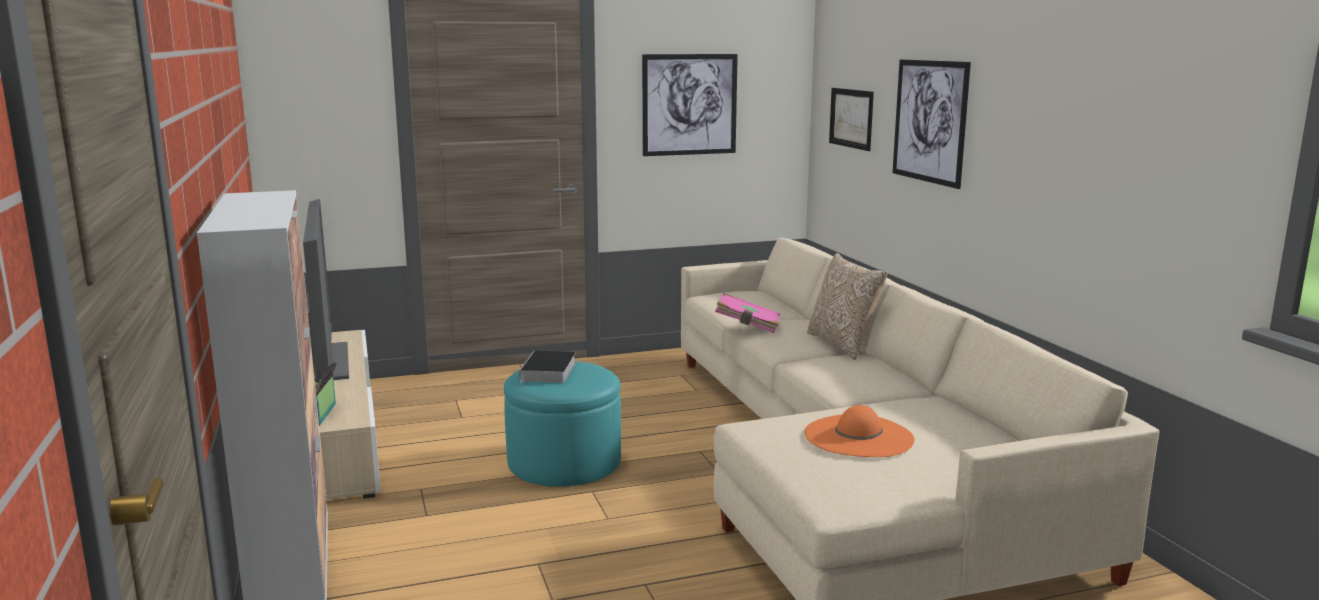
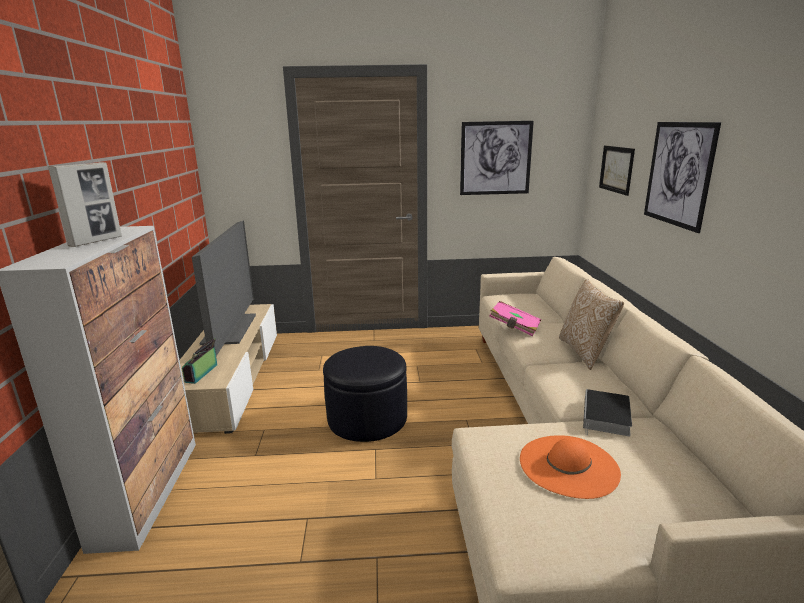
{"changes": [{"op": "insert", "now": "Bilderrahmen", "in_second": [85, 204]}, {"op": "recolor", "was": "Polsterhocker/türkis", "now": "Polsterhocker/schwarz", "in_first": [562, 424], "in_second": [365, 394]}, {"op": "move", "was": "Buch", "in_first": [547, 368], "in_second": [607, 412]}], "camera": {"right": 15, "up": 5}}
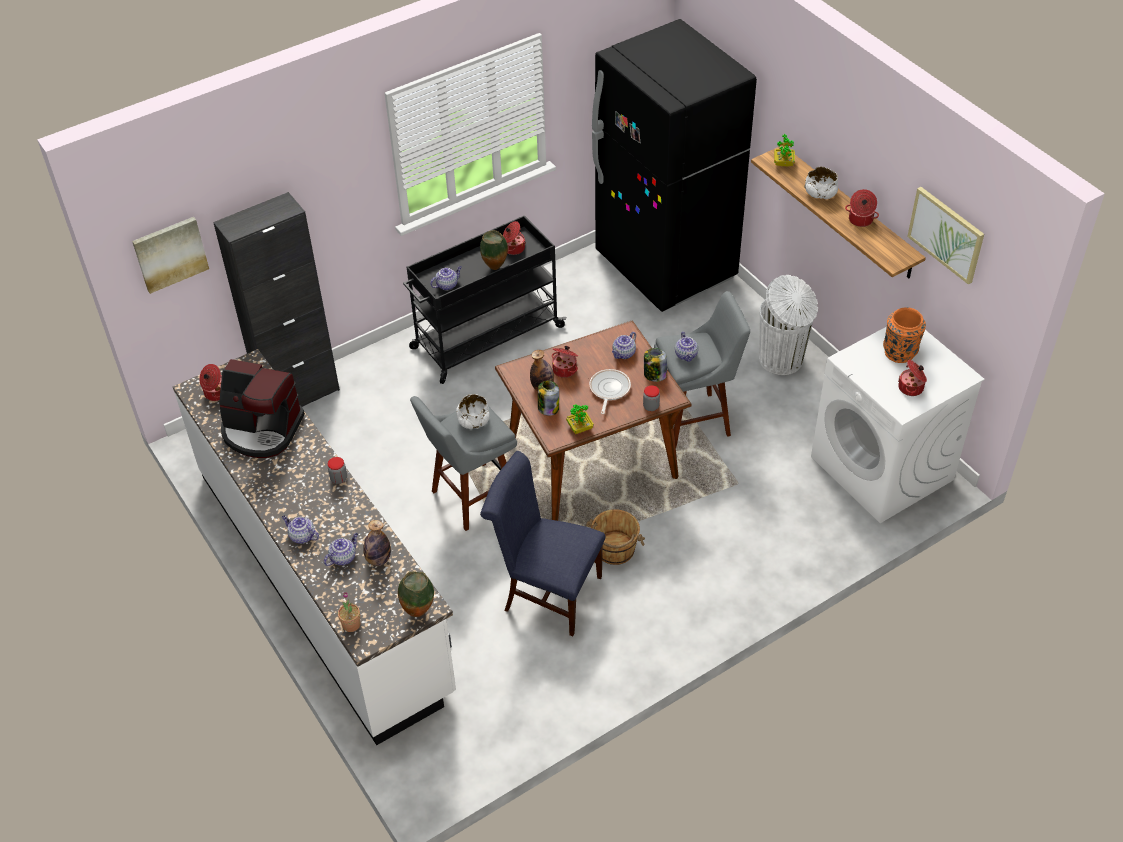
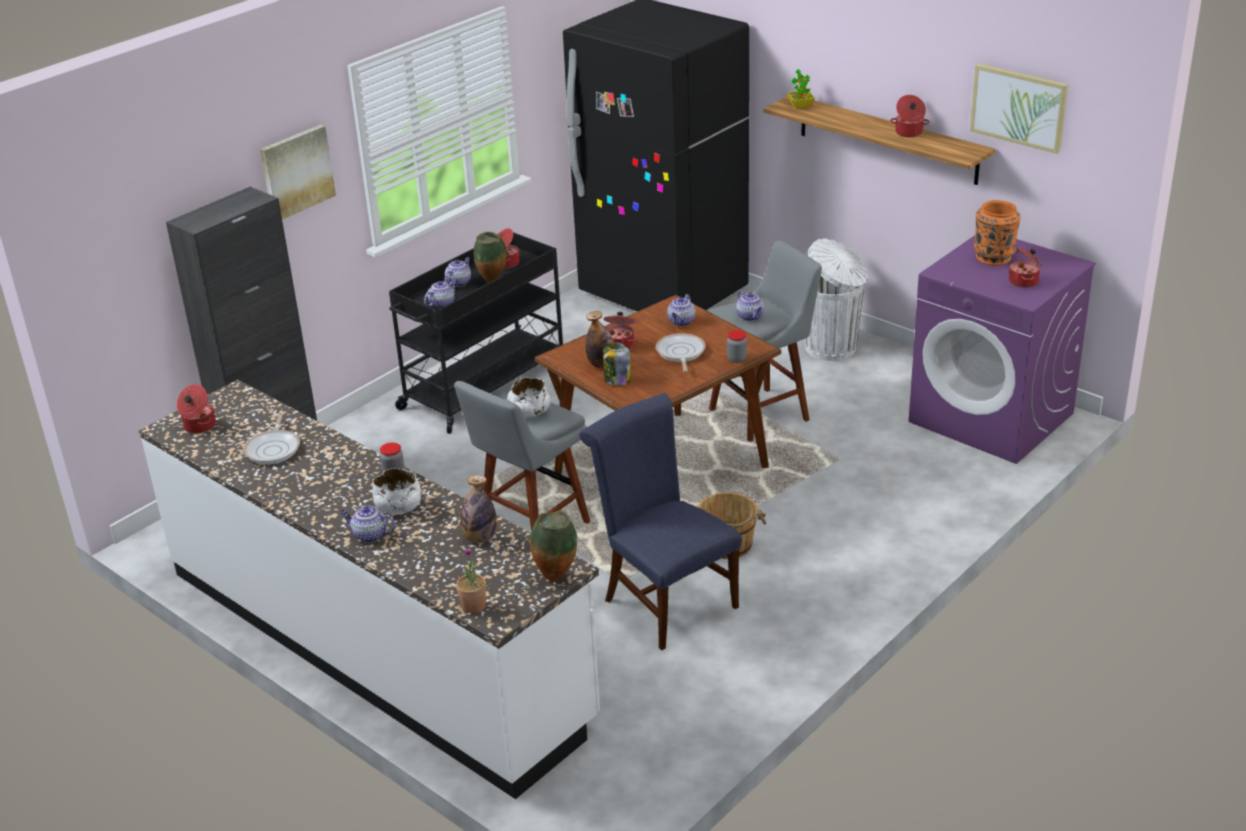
{"changes": [{"op": "replace", "was": "Kaffeemaschine", "now": "Pfanne", "in_first": [262, 408], "in_second": [271, 438]}, {"op": "move", "was": "Bild", "in_first": [170, 255], "in_second": [298, 172]}, {"op": "move", "was": "Schüssel/weiß", "in_first": [821, 183], "in_second": [396, 491]}, {"op": "move", "was": "Teekanne", "in_first": [341, 549], "in_second": [458, 272]}, {"op": "rotate", "was": "Stuhl/blau", "in_first": [542, 543], "in_second": [660, 521], "clockwise": 45}, {"op": "recolor", "was": "Waschmaschine/weiß", "now": "Waschmaschine/lila", "in_first": [898, 425], "in_second": [1002, 349]}, {"op": "delete", "was": "Topfpflanze", "in_first": [580, 419]}, {"op": "delete", "was": "Vorratsglas", "in_first": [655, 365]}], "camera": {"right": -15, "up": -15}}
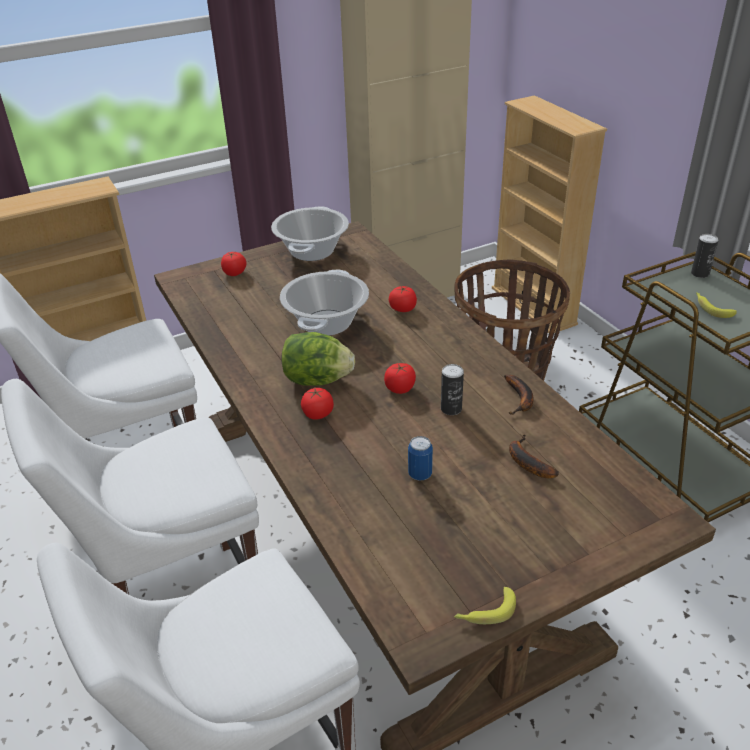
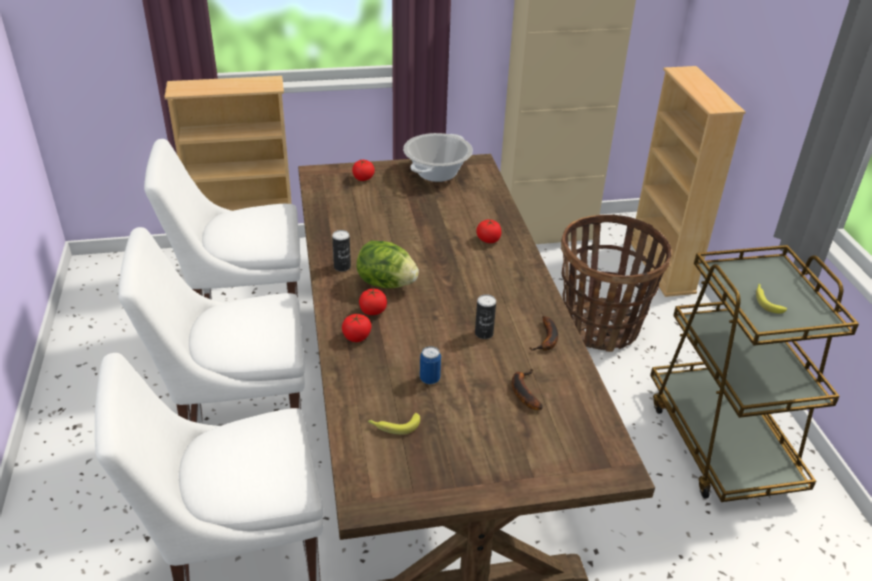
{"changes": [{"op": "move", "was": "Dose", "in_first": [704, 256], "in_second": [341, 250]}, {"op": "move", "was": "Tomate", "in_first": [400, 378], "in_second": [356, 328]}, {"op": "move", "was": "Banane", "in_first": [485, 605], "in_second": [394, 424]}, {"op": "delete", "was": "Kochtopf", "in_first": [324, 303]}], "camera": {"right": 15, "up": 0}}
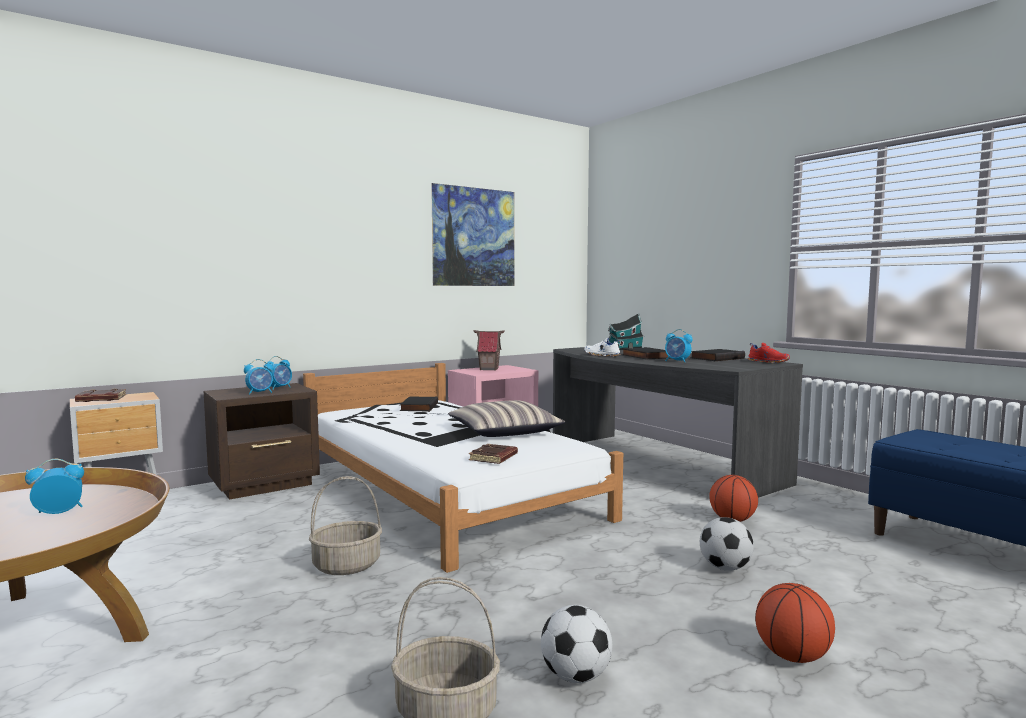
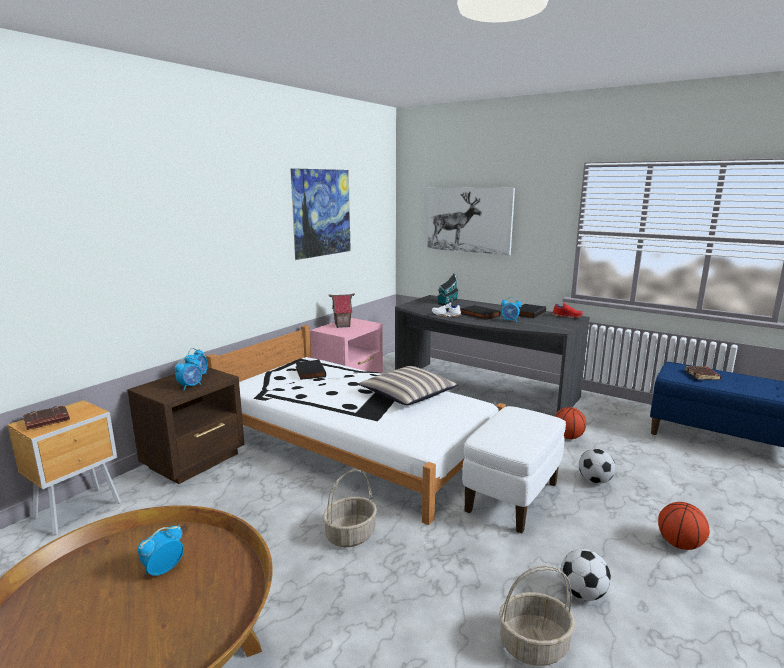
{"changes": [{"op": "insert", "now": "Bild", "in_second": [471, 221]}, {"op": "insert", "now": "Polsterhocker/weiß", "in_second": [514, 469]}, {"op": "move", "was": "Buch/braun", "in_first": [493, 454], "in_second": [703, 373]}], "camera": {"right": -20, "up": 10}}
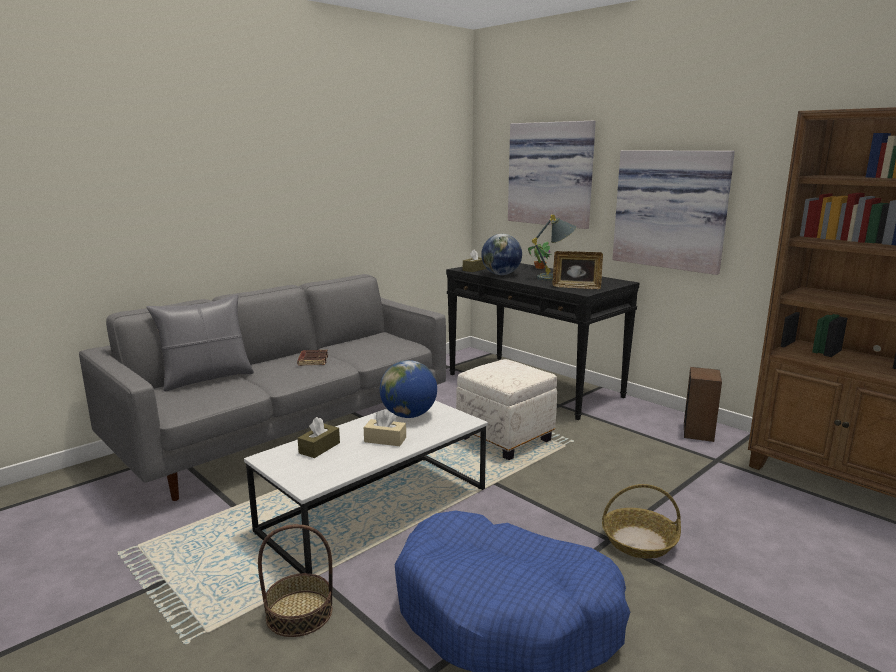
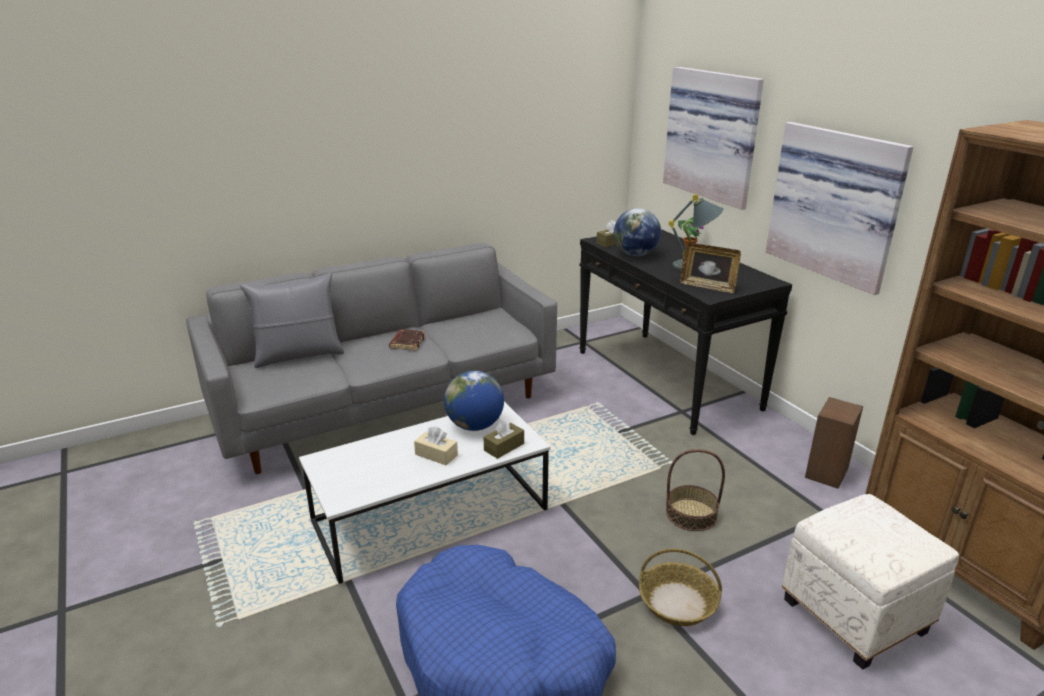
{"changes": [{"op": "move", "was": "Taschentuchbox/braun", "in_first": [319, 437], "in_second": [504, 439]}, {"op": "move", "was": "Korb", "in_first": [295, 580], "in_second": [695, 490]}, {"op": "move", "was": "Polsterhocker/weiß", "in_first": [506, 409], "in_second": [870, 582]}], "camera": {"right": 15, "up": 10}}
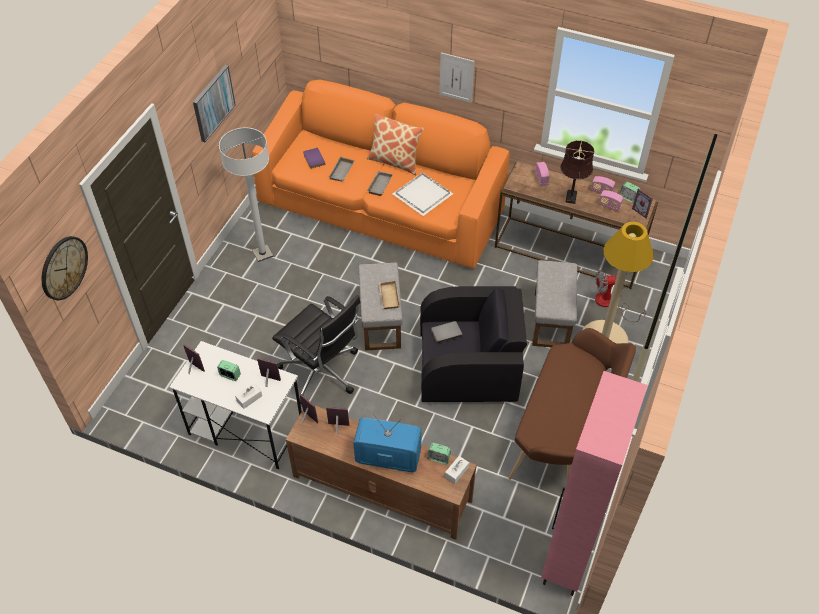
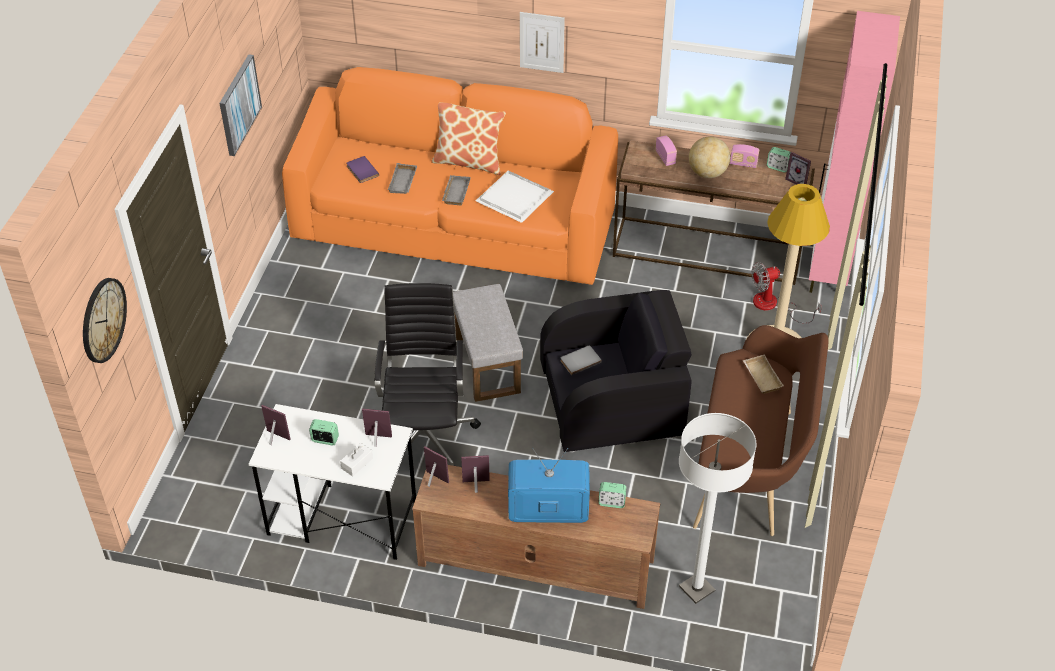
{"changes": [{"op": "rotate", "was": "Bürostuhl/schwarz", "in_first": [316, 349], "in_second": [427, 374], "clockwise": -120}, {"op": "move", "was": "Stehlampe/weiß", "in_first": [246, 194], "in_second": [717, 508]}, {"op": "replace", "was": "Tischlampe/braun", "now": "Globus", "in_first": [577, 172], "in_second": [709, 157]}, {"op": "move", "was": "Tablett/beige", "in_first": [389, 294], "in_second": [763, 374]}, {"op": "move", "was": "Schrank/rosa", "in_first": [594, 483], "in_second": [854, 152]}, {"op": "delete", "was": "Taschentuchbox/weiß", "in_first": [457, 470]}, {"op": "delete", "was": "Polsterhocker/grau", "in_first": [554, 304]}, {"op": "delete", "was": "Radio", "in_first": [610, 200]}], "camera": {"right": -10, "up": -5}}
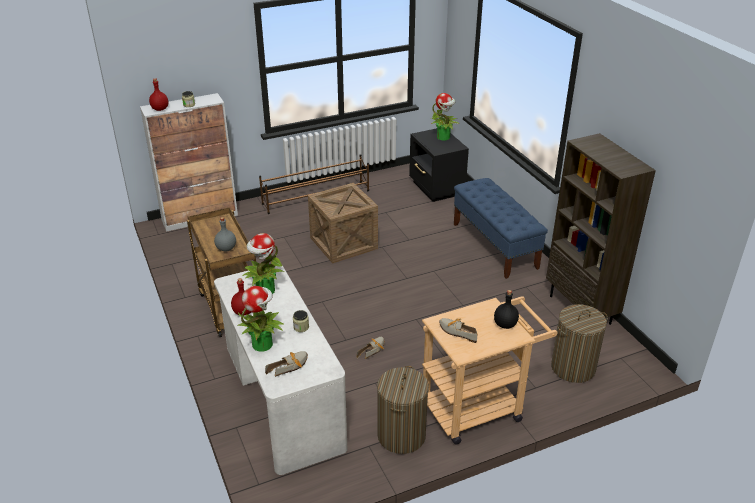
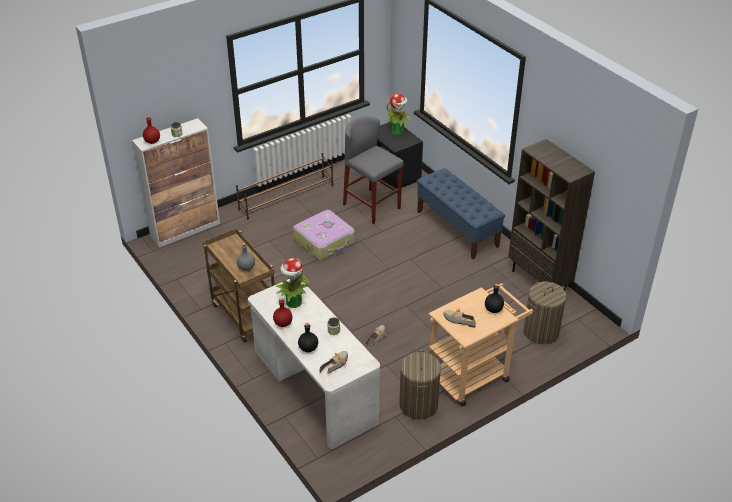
{"changes": [{"op": "replace", "was": "Kiste", "now": "Koffer", "in_first": [343, 223], "in_second": [324, 235]}, {"op": "replace", "was": "Topfpflanze", "now": "Flasche/schwarz", "in_first": [261, 319], "in_second": [308, 337]}, {"op": "insert", "now": "Hocker/grau", "in_second": [373, 170]}], "camera": {"right": -10, "up": 5}}
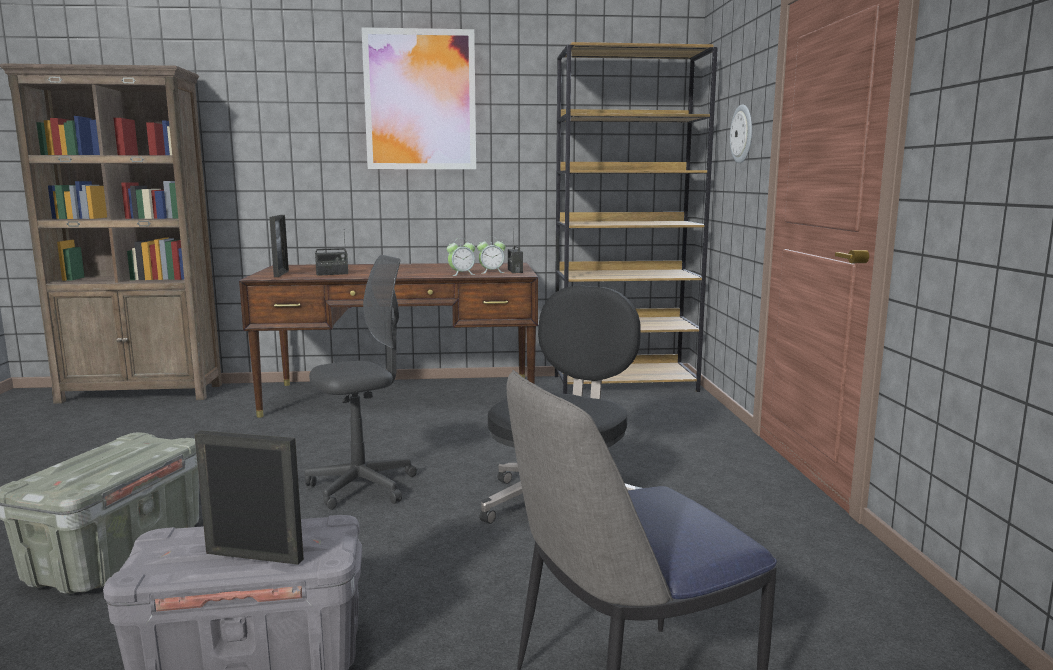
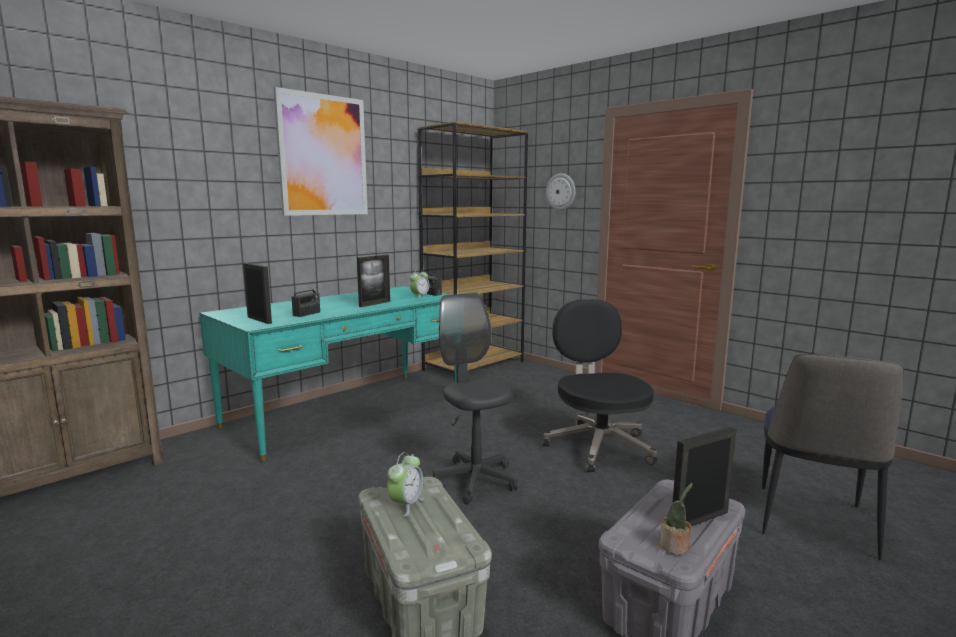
{"changes": [{"op": "recolor", "was": "Schreibtisch/braun", "now": "Schreibtisch/türkis", "in_first": [388, 340], "in_second": [328, 374]}, {"op": "insert", "now": "Bilderrahmen", "in_second": [373, 281]}, {"op": "move", "was": "Wecker", "in_first": [461, 257], "in_second": [405, 484]}, {"op": "rotate", "was": "Bürostuhl/grau", "in_first": [361, 382], "in_second": [474, 399], "clockwise": -45}, {"op": "insert", "now": "Topfpflanze", "in_second": [676, 519]}], "camera": {"right": -40, "up": 0}}
